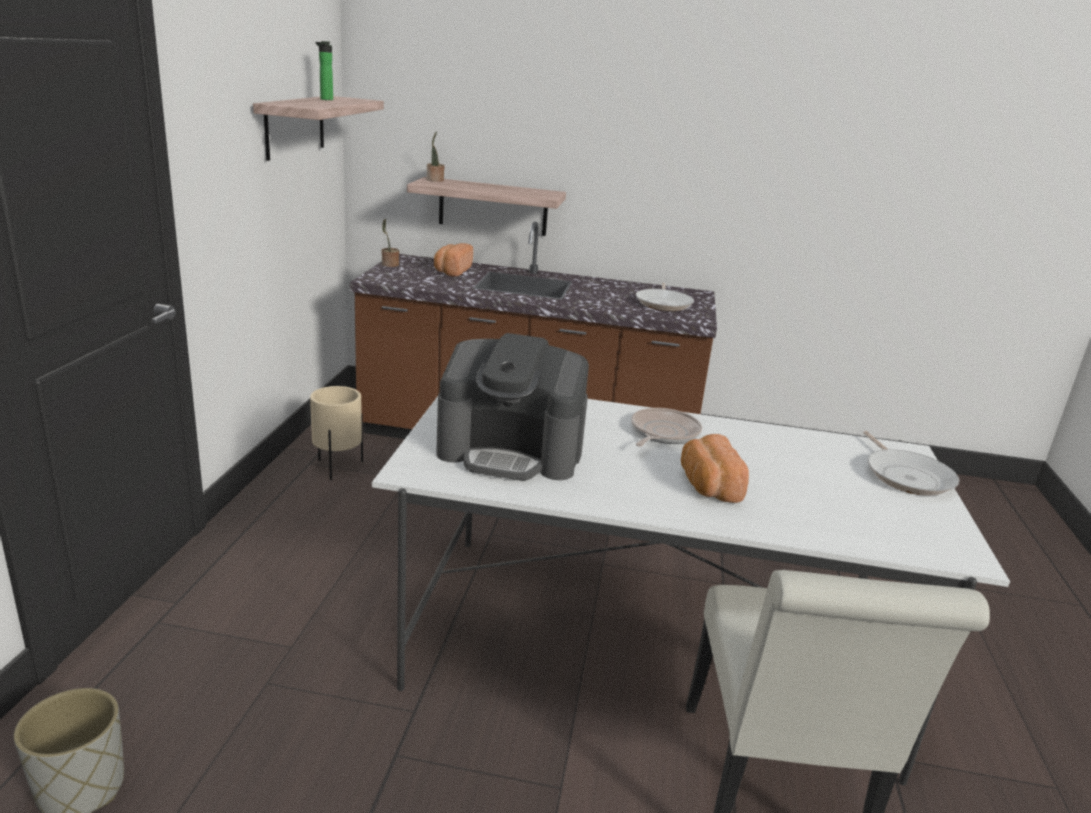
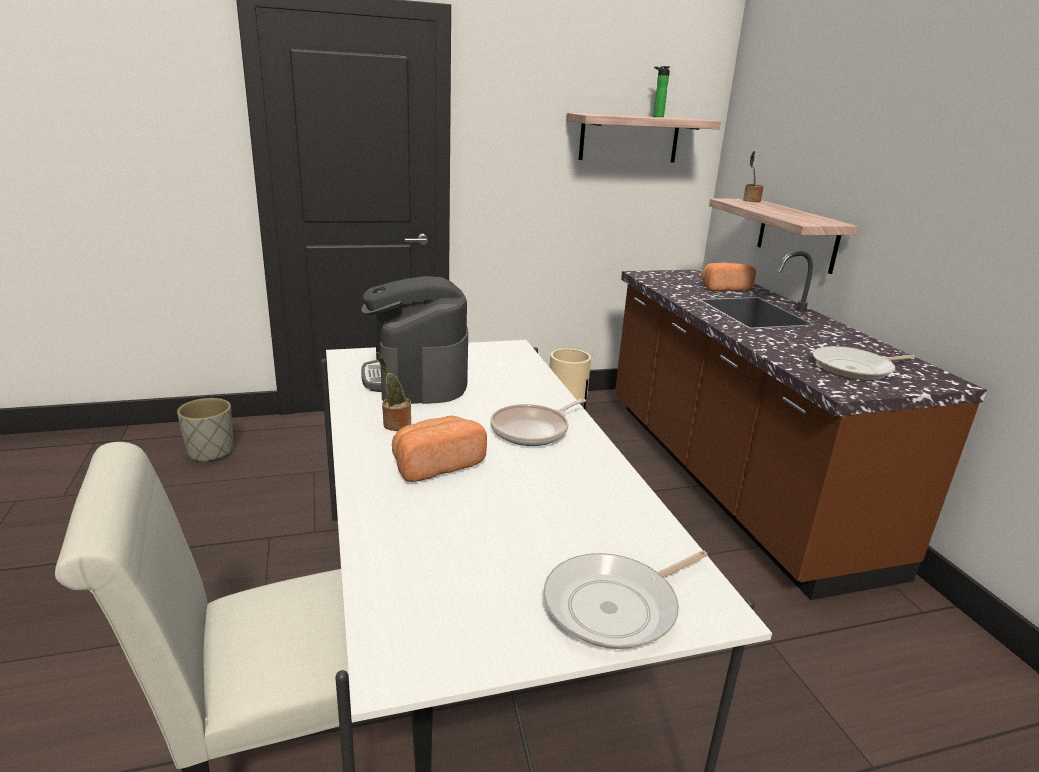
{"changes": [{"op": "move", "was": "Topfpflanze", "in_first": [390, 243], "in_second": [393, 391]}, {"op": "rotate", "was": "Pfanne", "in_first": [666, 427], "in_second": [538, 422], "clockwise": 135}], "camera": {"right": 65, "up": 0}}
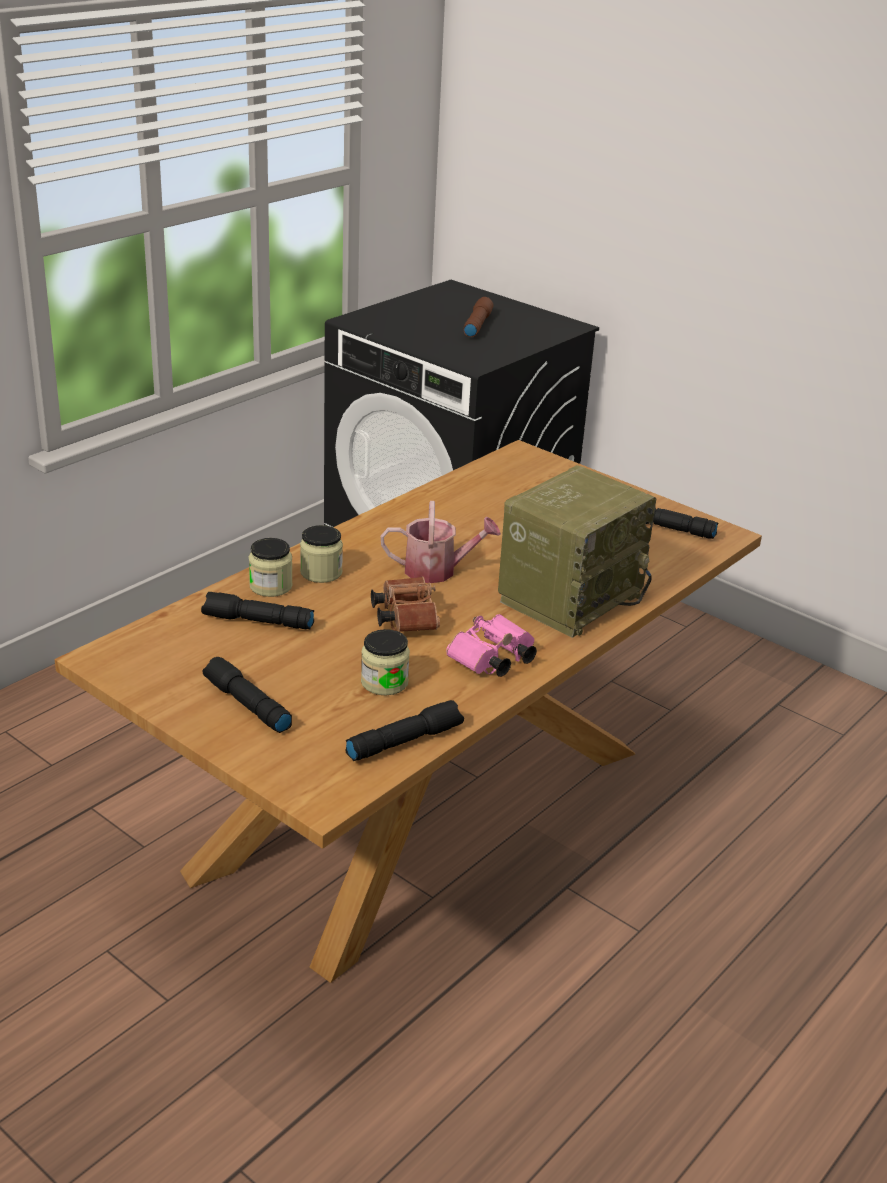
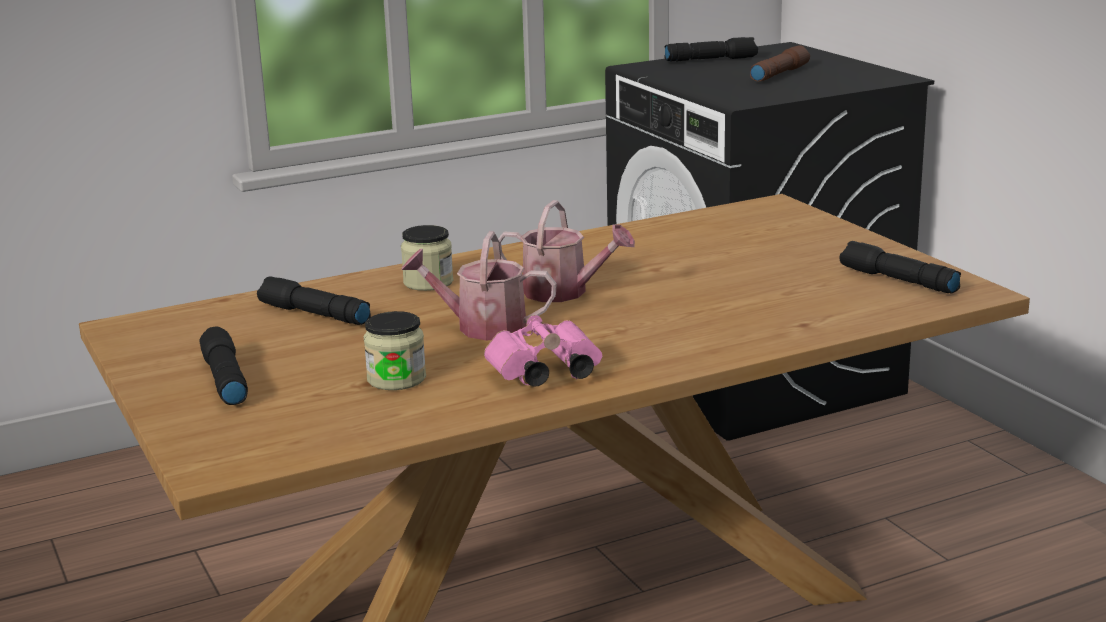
{"changes": [{"op": "replace", "was": "Fernglas/braun", "now": "Gießkanne", "in_first": [405, 604], "in_second": [479, 286]}, {"op": "move", "was": "Taschenlampe/schwarz", "in_first": [405, 730], "in_second": [711, 49]}, {"op": "delete", "was": "Vorratsglas", "in_first": [271, 567]}, {"op": "delete", "was": "Radio", "in_first": [577, 551]}], "camera": {"right": 25, "up": -10}}
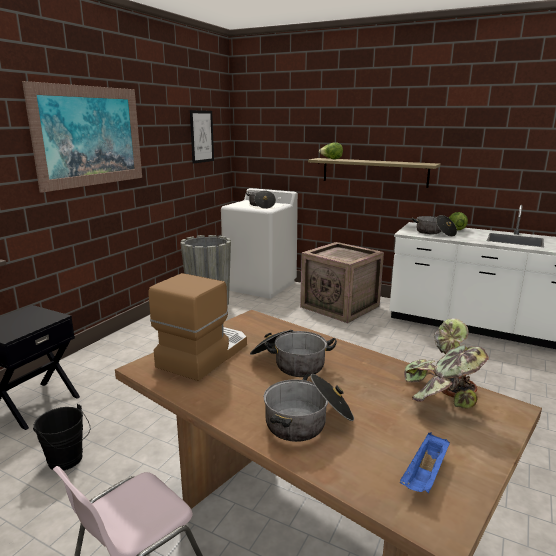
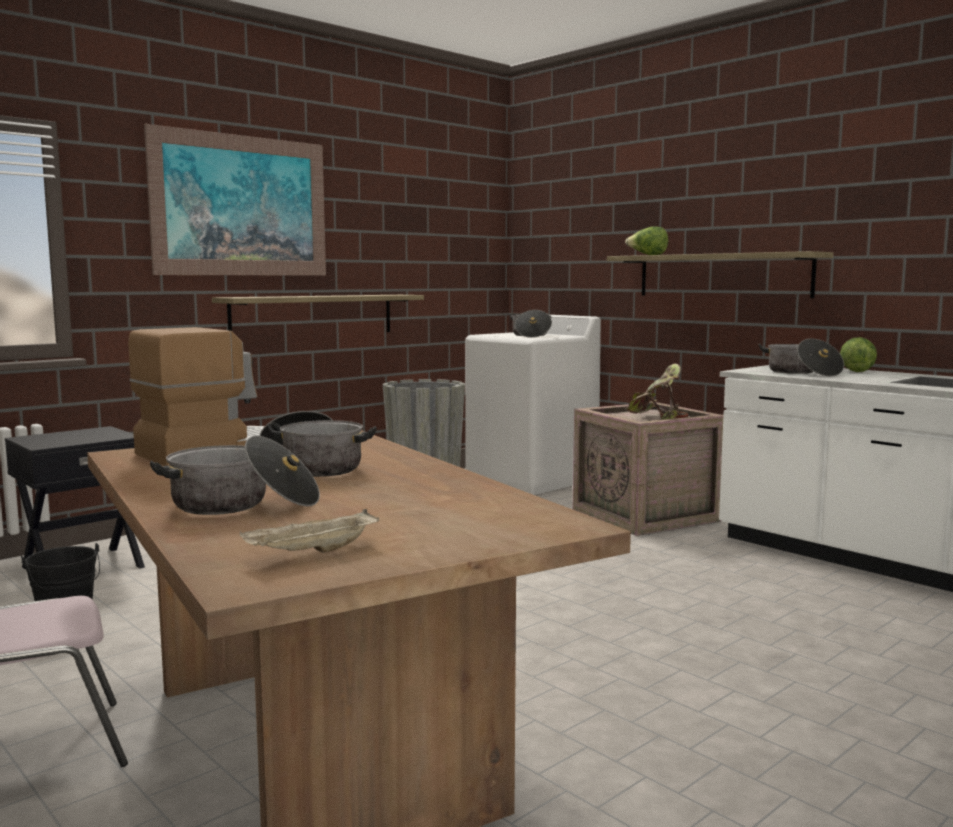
{"changes": [{"op": "insert", "now": "Wandregal", "in_second": [318, 313]}, {"op": "recolor", "was": "Tablett/blau", "now": "Tablett/beige", "in_first": [425, 463], "in_second": [309, 531]}, {"op": "move", "was": "Topfpflanze", "in_first": [446, 363], "in_second": [657, 392]}, {"op": "delete", "was": "Bild", "in_first": [202, 137]}], "camera": {"right": 20, "up": -10}}
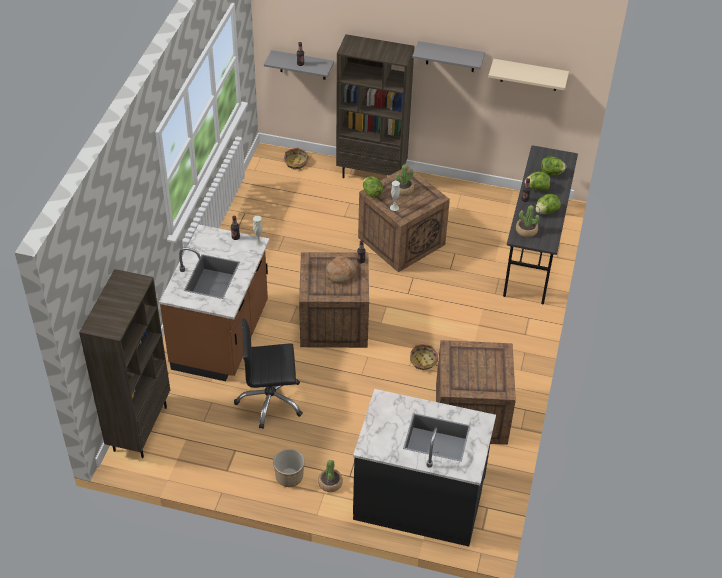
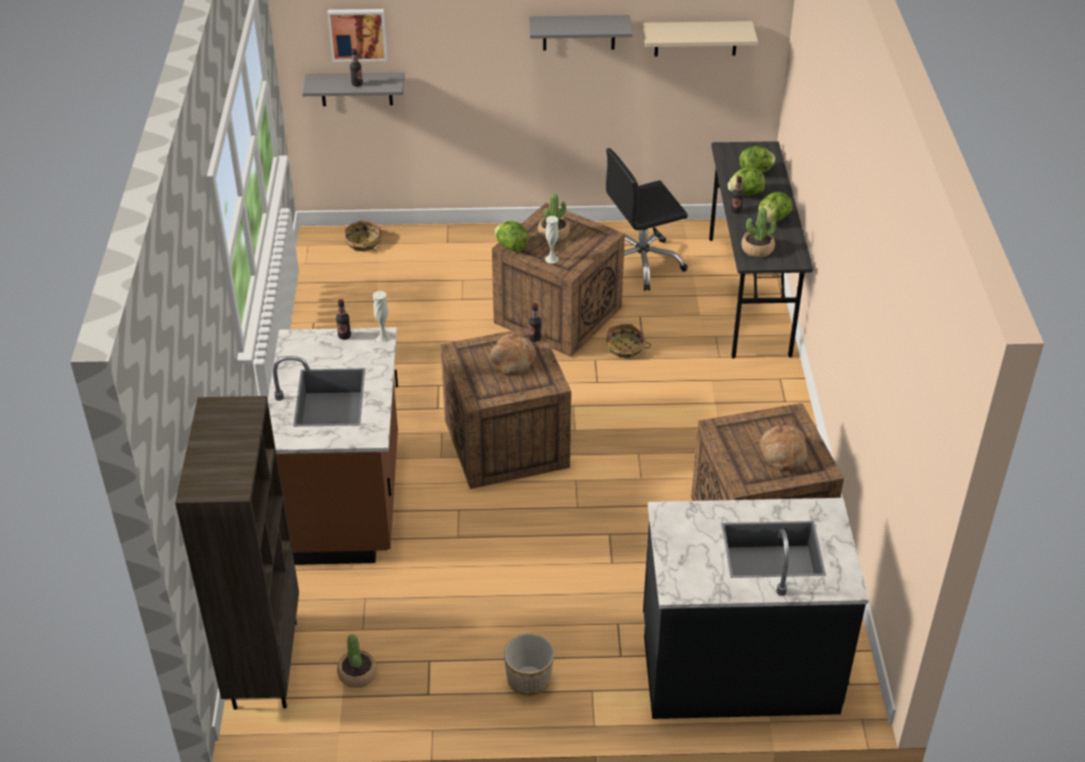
{"changes": [{"op": "insert", "now": "Bild", "in_second": [357, 35]}, {"op": "move", "was": "Topfpflanze", "in_first": [330, 476], "in_second": [357, 661]}, {"op": "move", "was": "Bürostuhl/schwarz", "in_first": [268, 373], "in_second": [647, 219]}, {"op": "move", "was": "Korb", "in_first": [424, 357], "in_second": [628, 341]}, {"op": "insert", "now": "Brot", "in_second": [783, 448]}, {"op": "delete", "was": "Bücherregal/braun", "in_first": [375, 106]}], "camera": {"right": -15, "up": -5}}
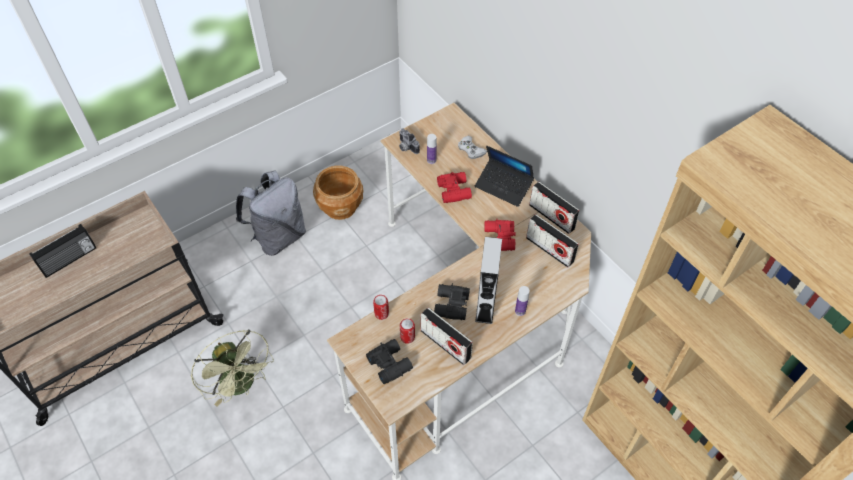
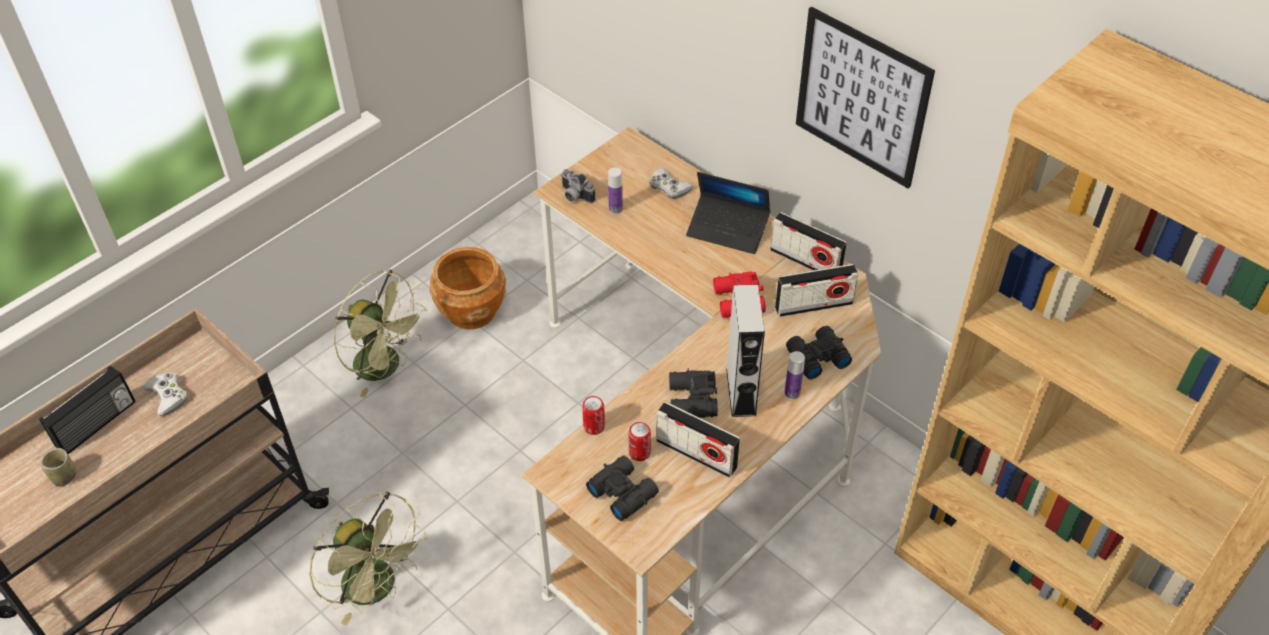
{"changes": [{"op": "insert", "now": "Tasse", "in_second": [58, 467]}, {"op": "insert", "now": "Gamepad/weiß", "in_second": [165, 394]}, {"op": "replace", "was": "Rucksack/grau", "now": "Ventilator/grün", "in_first": [271, 213], "in_second": [380, 333]}, {"op": "rotate", "was": "Radio", "in_first": [552, 241], "in_second": [816, 290], "clockwise": -45}, {"op": "insert", "now": "Fernglas/schwarz", "in_second": [819, 352]}, {"op": "insert", "now": "Bild", "in_second": [865, 98]}, {"op": "delete", "was": "Fernglas/rot", "in_first": [454, 187]}], "camera": {"right": -10, "up": -5}}
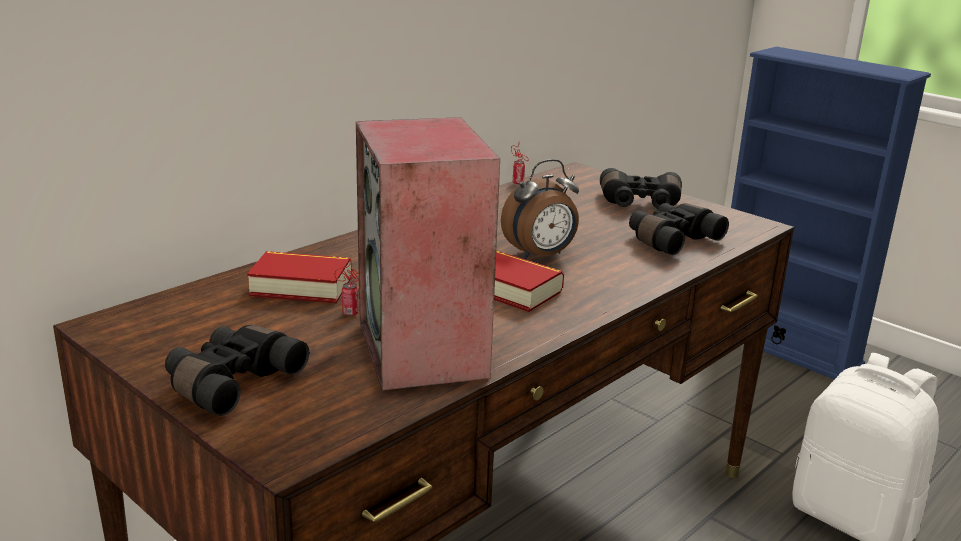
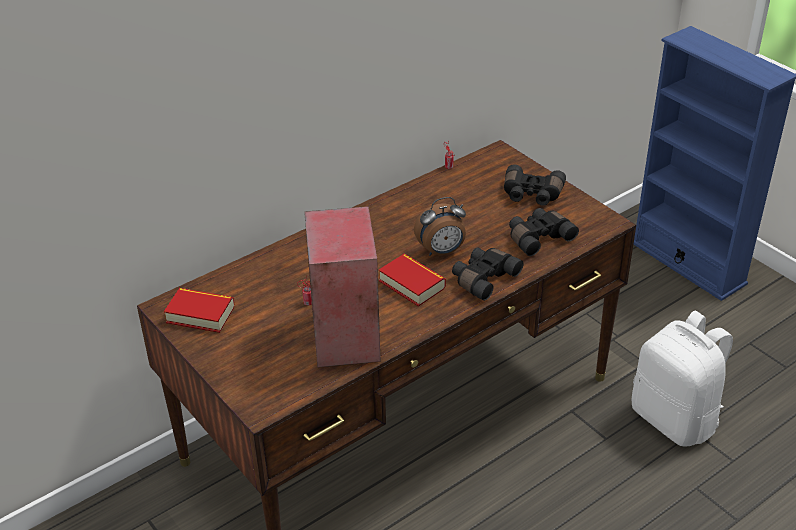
{"changes": [{"op": "move", "was": "Buch", "in_first": [299, 277], "in_second": [199, 310]}, {"op": "move", "was": "Fernglas/schwarz", "in_first": [237, 370], "in_second": [488, 274]}], "camera": {"right": 10, "up": 15}}
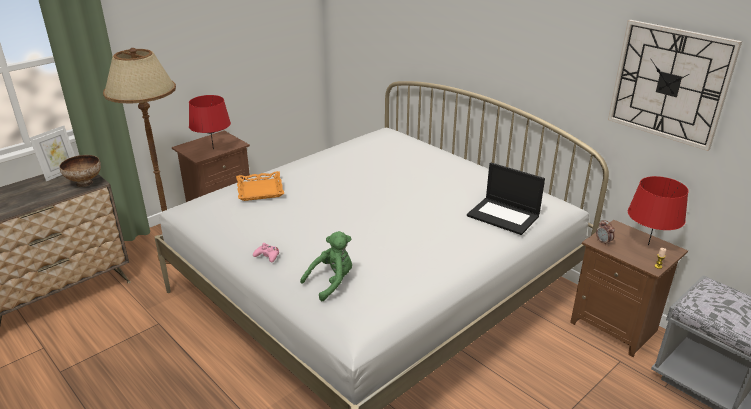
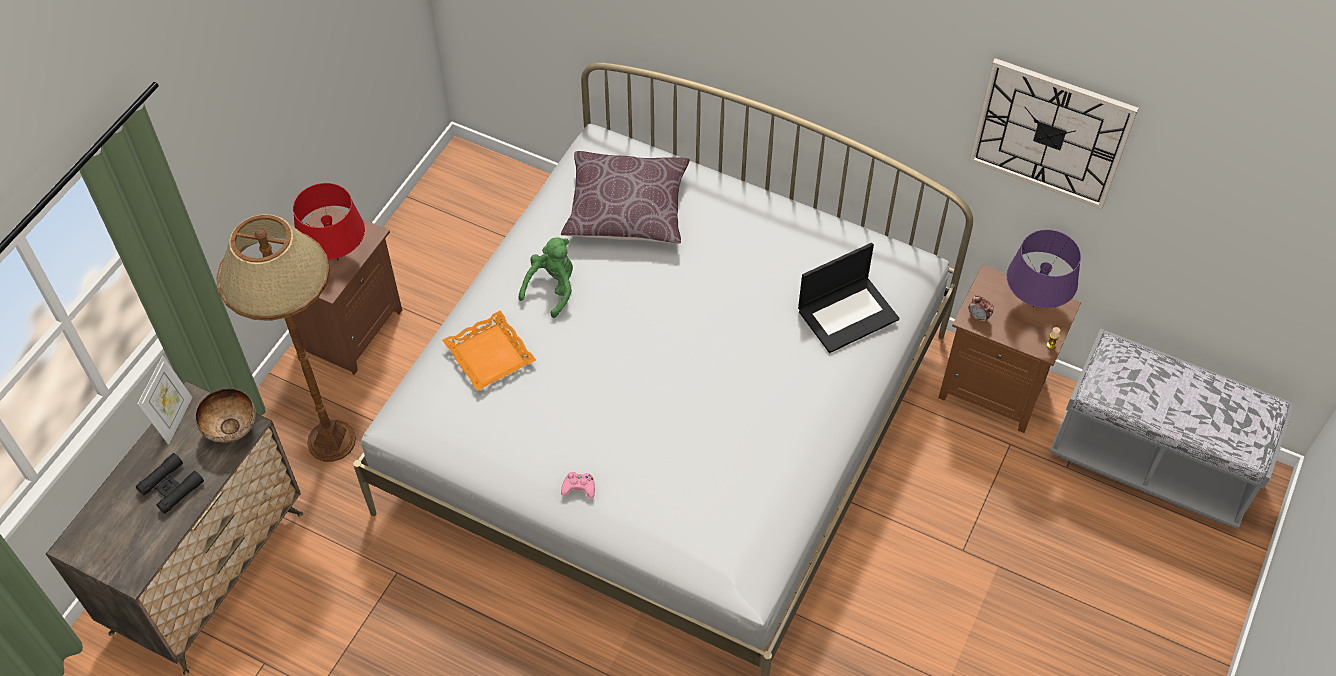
{"changes": [{"op": "insert", "now": "Fernglas/schwarz", "in_second": [170, 483]}, {"op": "move", "was": "Plüschtier/grün", "in_first": [326, 266], "in_second": [546, 277]}, {"op": "insert", "now": "Kissen/braun", "in_second": [625, 197]}, {"op": "rotate", "was": "Laptop", "in_first": [506, 198], "in_second": [848, 298], "clockwise": -45}, {"op": "recolor", "was": "Tischlampe/rot", "now": "Tischlampe/lila", "in_first": [658, 211], "in_second": [1043, 268]}], "camera": {"right": -20, "up": 25}}
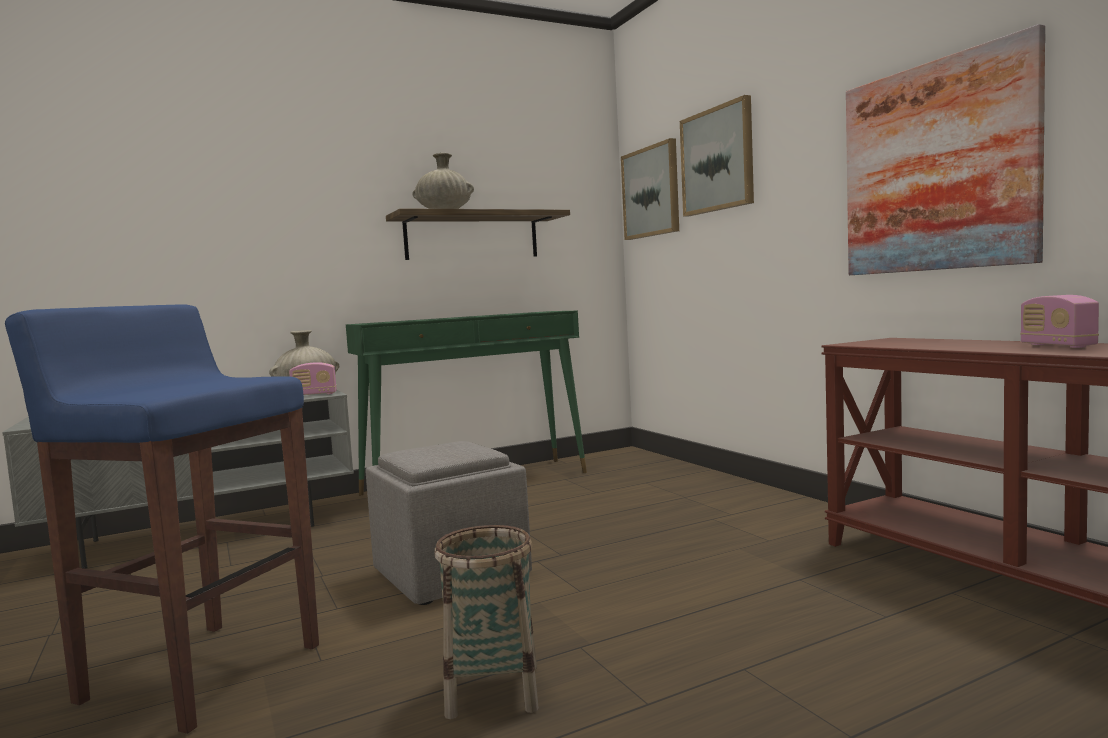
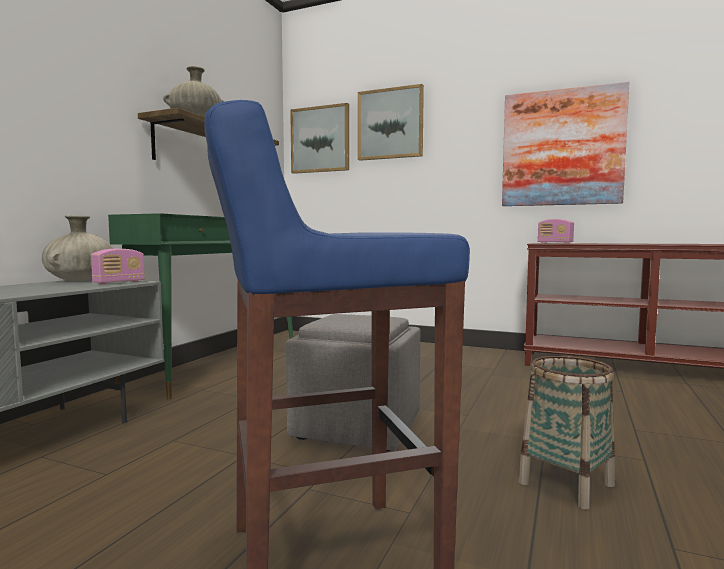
{"changes": [{"op": "move", "was": "Radio", "in_first": [1059, 321], "in_second": [556, 231]}], "camera": {"right": -40, "up": 0}}
